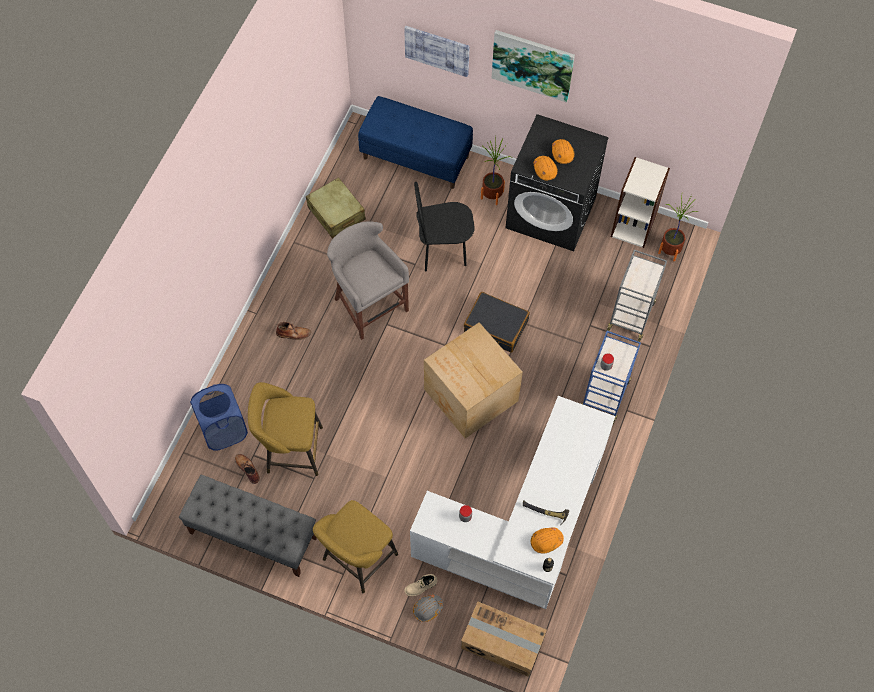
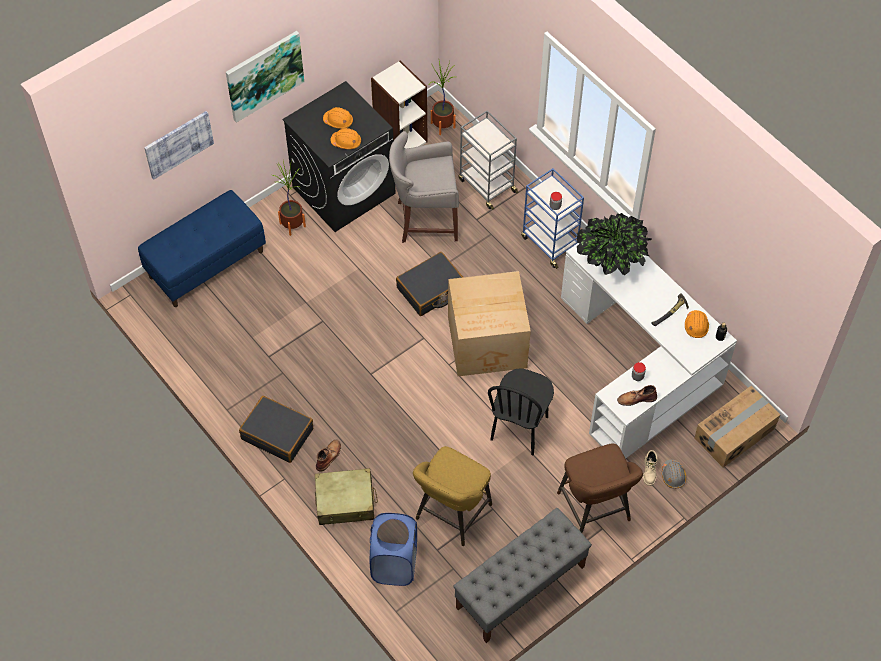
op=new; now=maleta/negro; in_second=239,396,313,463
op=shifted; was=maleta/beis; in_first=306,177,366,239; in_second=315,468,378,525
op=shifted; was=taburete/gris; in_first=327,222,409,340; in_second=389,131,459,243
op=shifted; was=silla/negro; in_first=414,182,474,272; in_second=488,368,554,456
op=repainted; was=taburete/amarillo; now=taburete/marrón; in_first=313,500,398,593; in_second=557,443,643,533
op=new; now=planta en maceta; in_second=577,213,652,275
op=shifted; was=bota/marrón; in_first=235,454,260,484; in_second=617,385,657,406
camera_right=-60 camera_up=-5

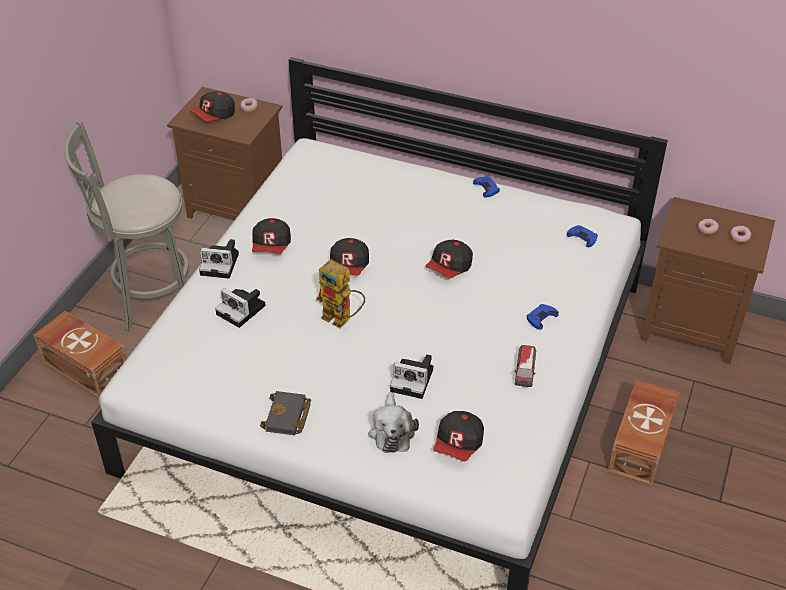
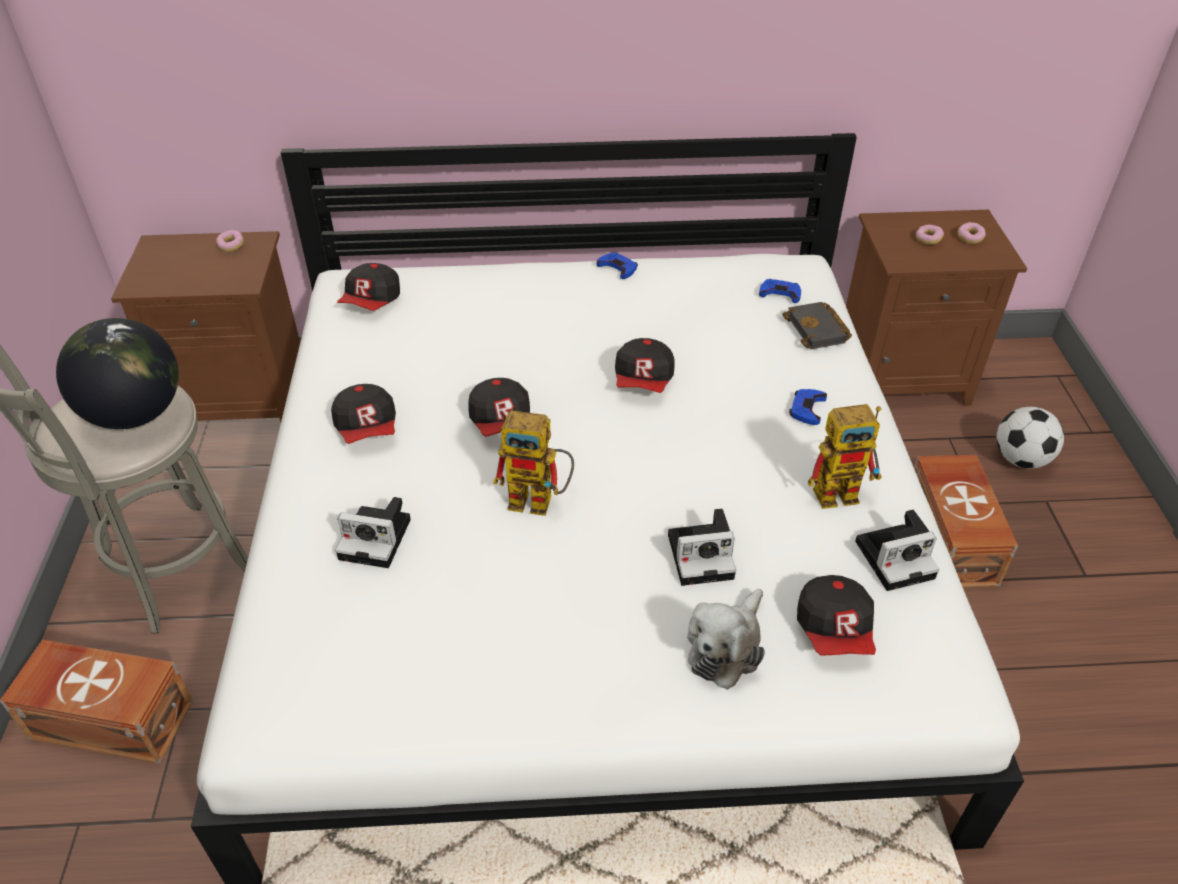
op=new; now=globo terráqueo; in_second=56,318,179,429
op=shifted; was=gorra; in_first=190,91,235,122; in_second=337,263,400,311
op=rotated; was=peluche; in_first=368,392,419,453; in_second=687,589,765,690; clockwise=60
op=shifted; was=libro/negro; in_first=260,391,311,435; in_second=782,302,852,349
op=swapped; was=coche de juguete; now=robot de juguete; in_first=515,345,536,387; in_second=808,404,882,509
op=shifted; was=cámara; in_first=199,239,239,279; in_second=855,510,939,591
op=new; now=balón de fútbol; in_second=997,407,1064,469
camera_right=-25 camera_up=0

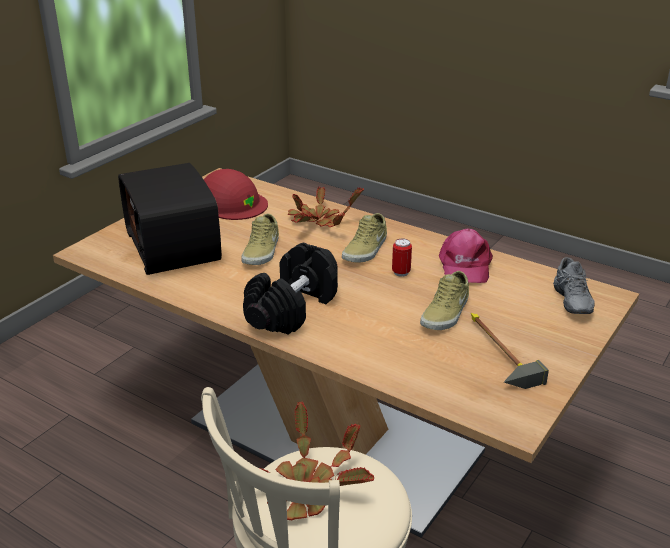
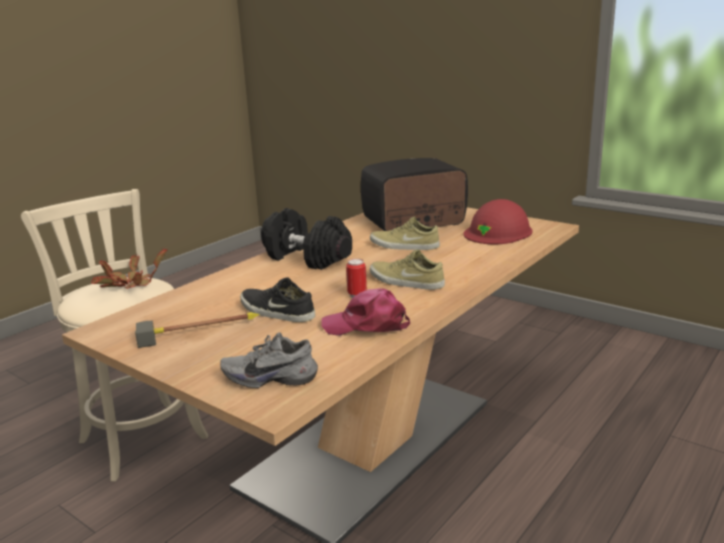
op=repainted; was=zapato/beis; now=zapato/negro; in_first=420,271,469,330; in_second=240,278,315,322
op=gone; was=planta en maceta; in_first=288,186,364,227
camera_right=95 camera_up=-10

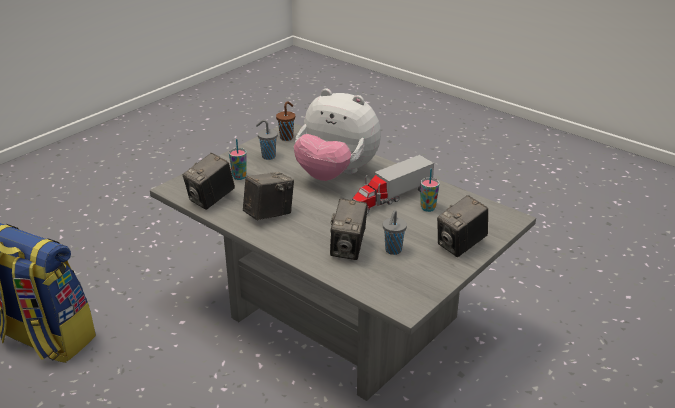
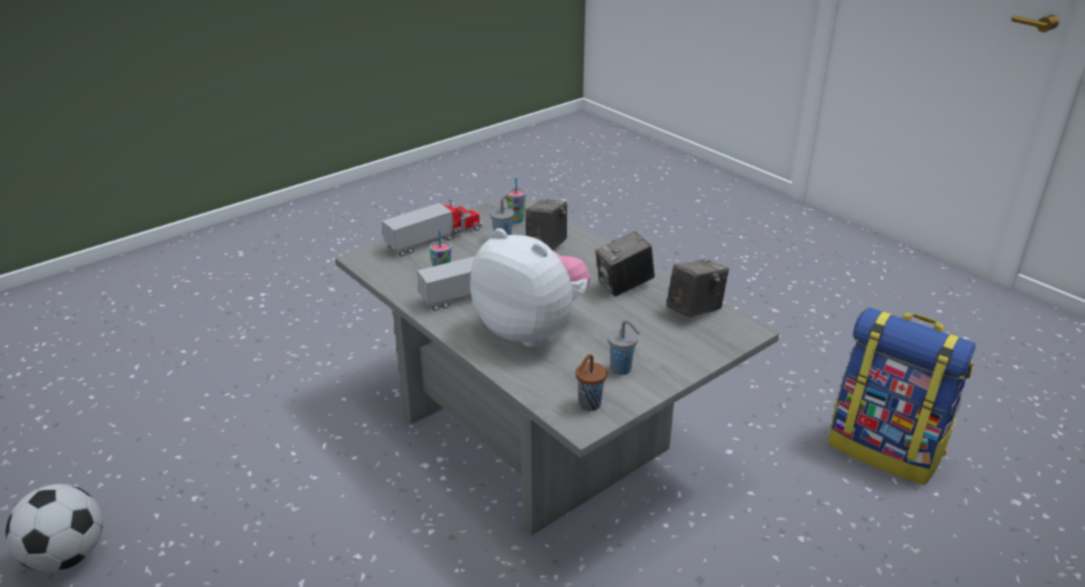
op=new; now=balón de fútbol; in_second=6,484,103,572
op=swapped; was=cámara; now=camión de juguete; in_first=437,195,488,257; in_second=382,199,483,256
op=shifted; was=taza; in_first=229,139,247,180; in_second=507,178,526,223
camera_right=-170 camera_up=0

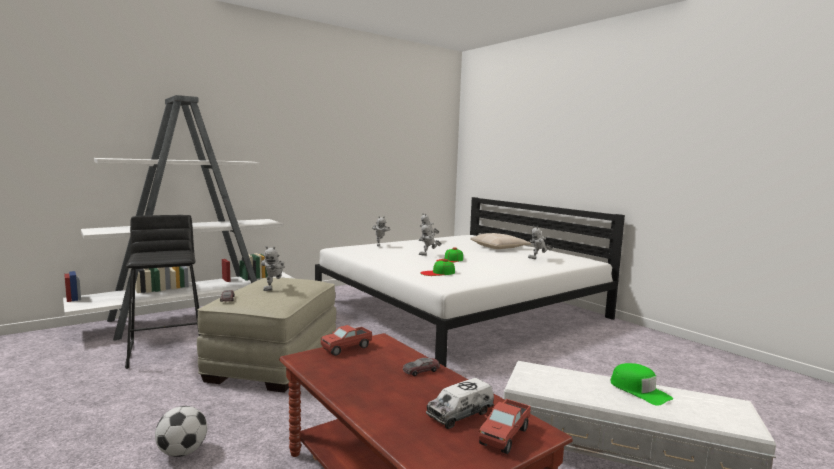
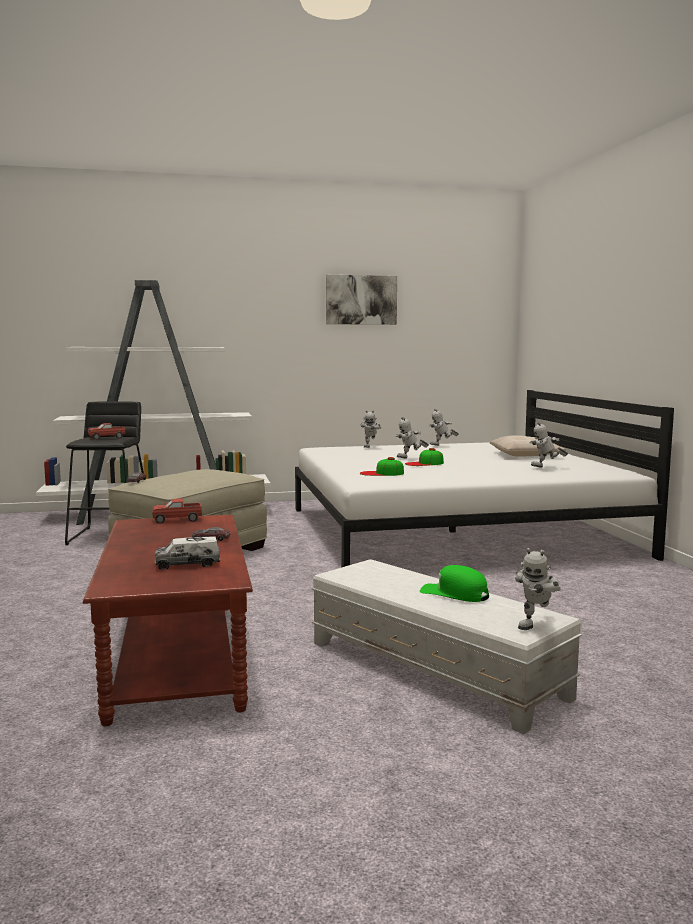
op=shifted; was=camión de juguete; in_first=479,399,531,454; in_second=88,423,126,440
op=new; now=cuadro; in_second=326,275,397,325
op=rotated; was=gorra/verde; in_first=610,363,673,406; in_second=420,565,489,602; clockwise=135
op=shifted; was=robot de juguete; in_first=261,246,285,291; in_second=515,548,560,630
op=gone; was=balón de fútbol; in_first=155,406,207,457
camera_right=25 camera_up=0

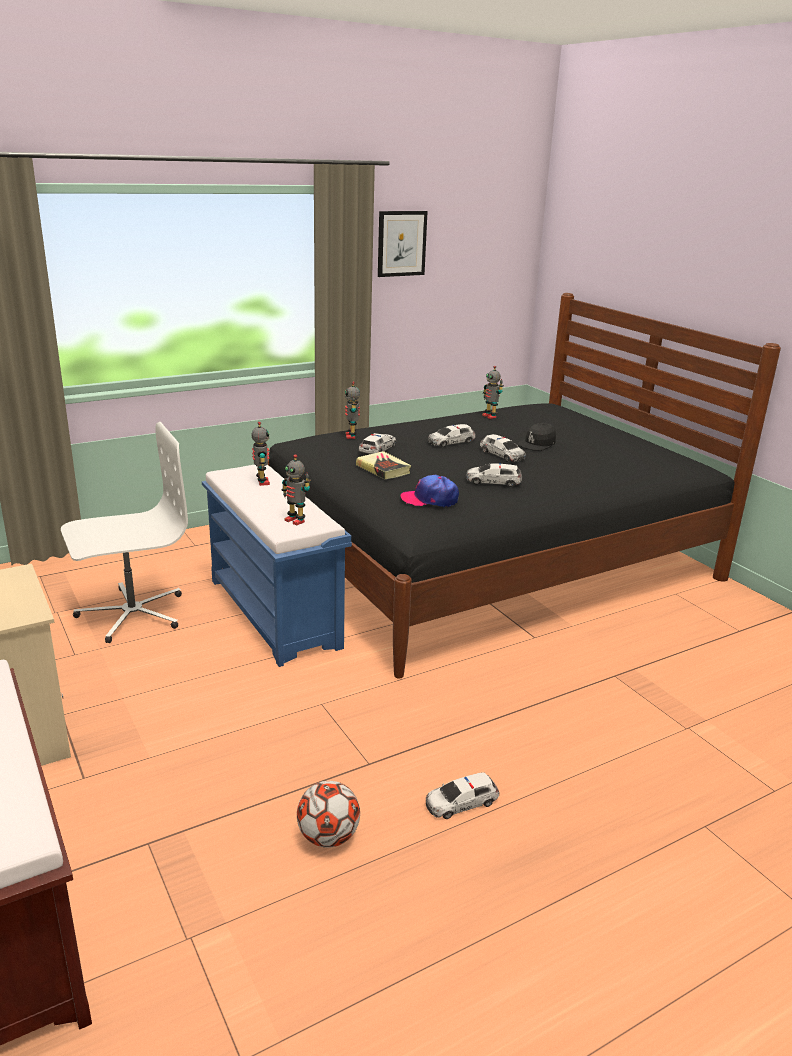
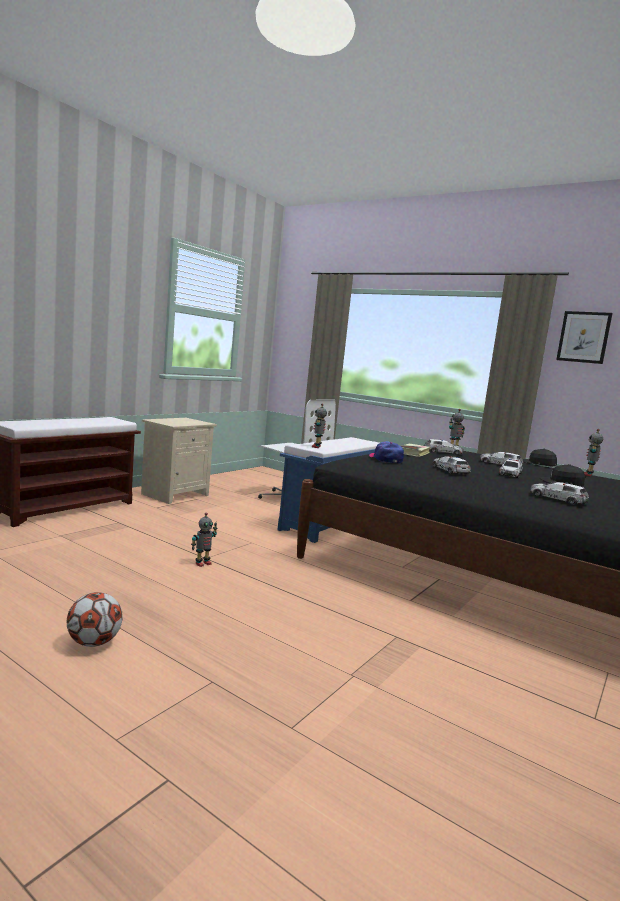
op=shifted; was=balón de fútbol; in_first=297,781,360,848; in_second=67,592,123,647
op=shifted; was=robot de juguete; in_first=252,421,270,486; in_second=191,512,217,567
op=new; now=gorra/negro; in_second=523,448,557,466
op=shifted; was=coche de juguete; in_first=426,772,499,819; in_second=530,482,589,505
camera_right=65 camera_up=-15

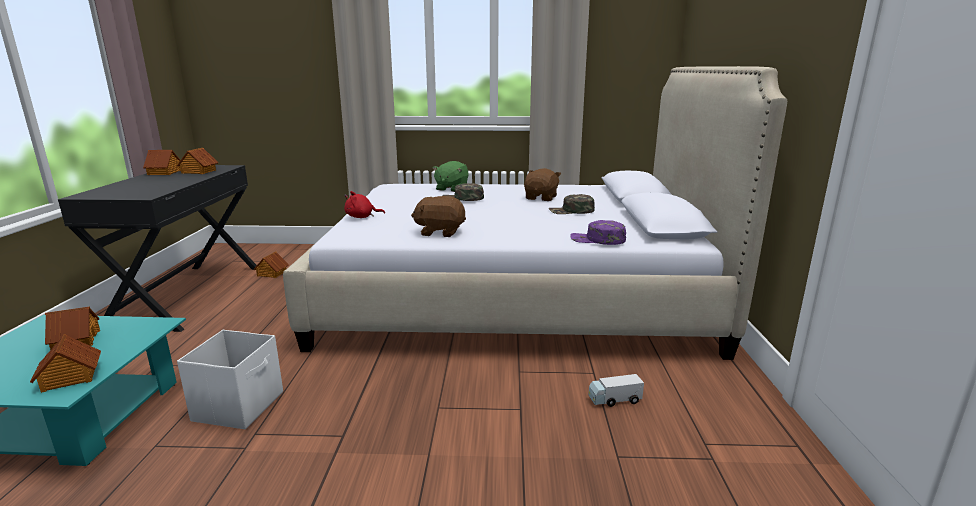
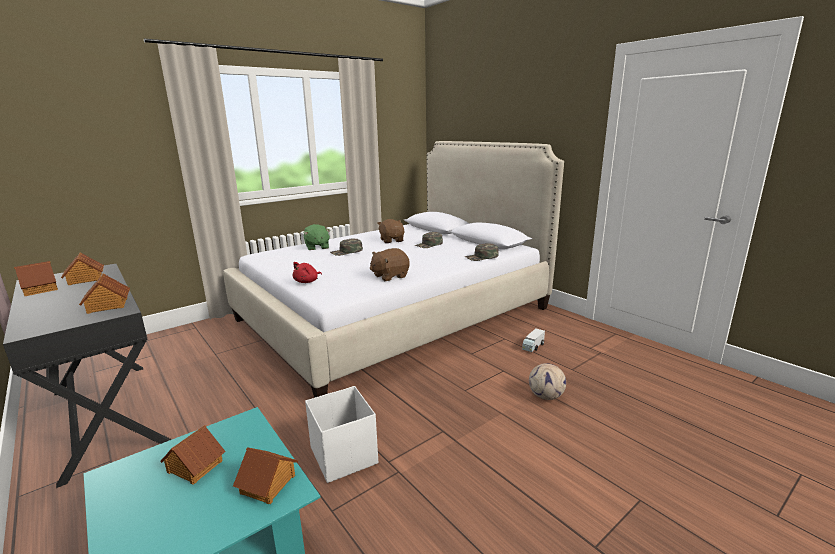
op=shifted; was=casita; in_first=253,252,289,278; in_second=79,273,130,314
op=repainted; was=gorra/morado; now=gorra/verde; in_first=571,220,626,245; in_second=465,243,499,261
op=new; now=balón de fútbol; in_second=529,363,566,400
camera_right=-40 camera_up=0

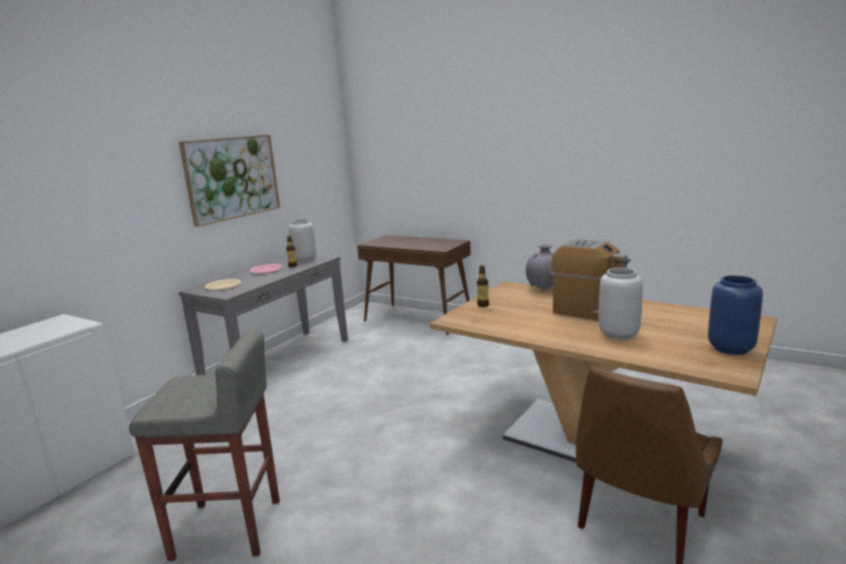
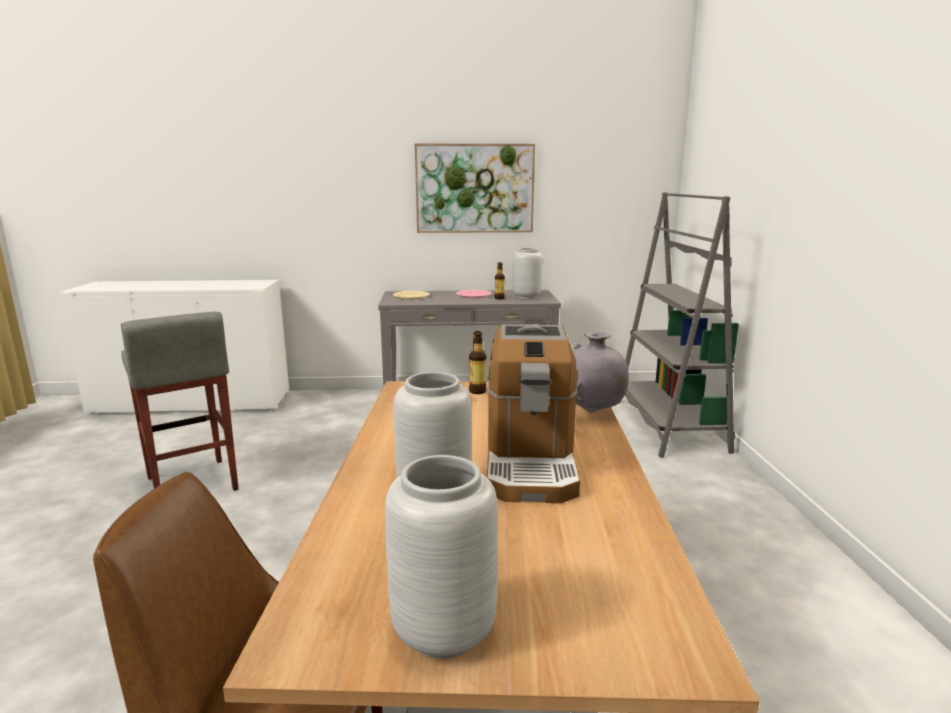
op=repainted; was=florero/azul; now=florero/gris; in_first=708,275,763,355; in_second=385,455,498,658
op=swapped; was=mesa consola/marrón; now=estantería/gris; in_first=357,235,471,335; in_second=620,192,739,457
camera_right=55 camera_up=0

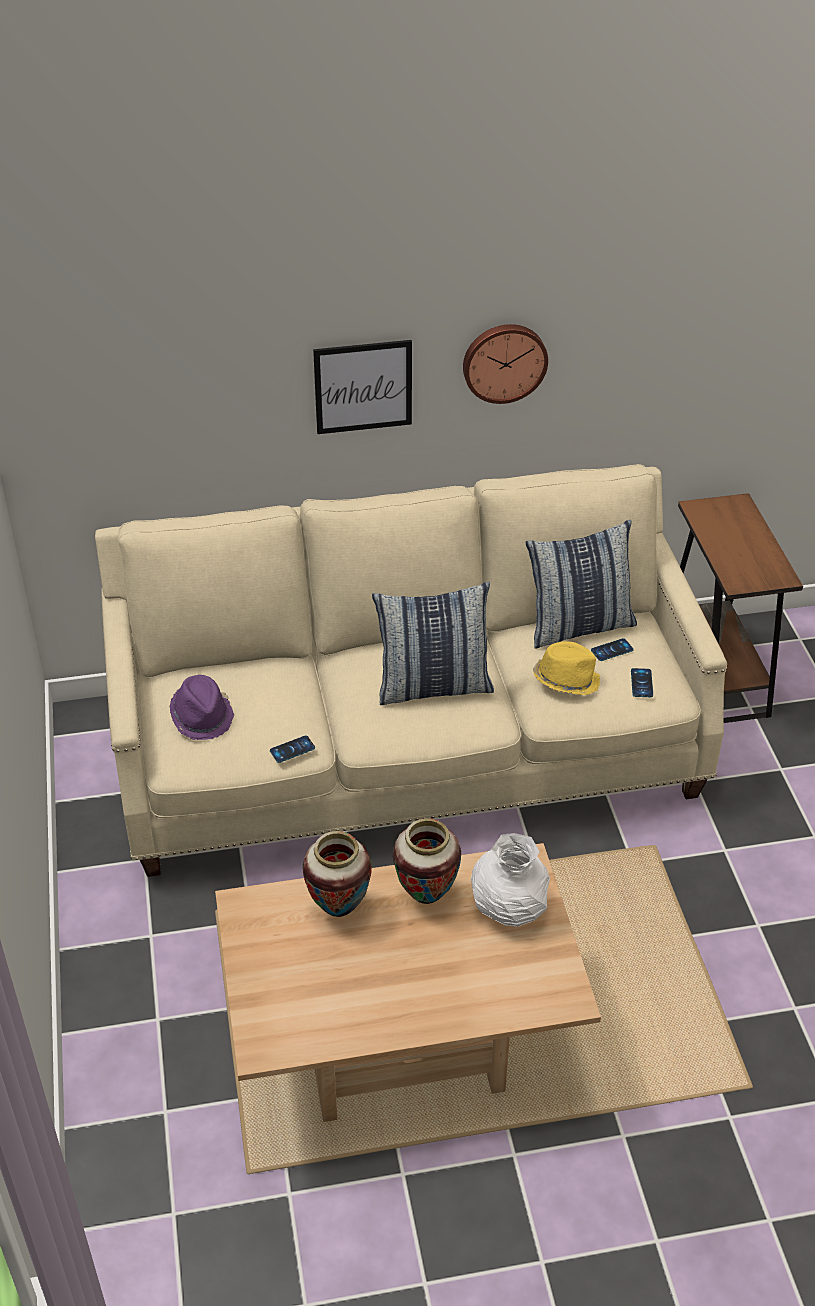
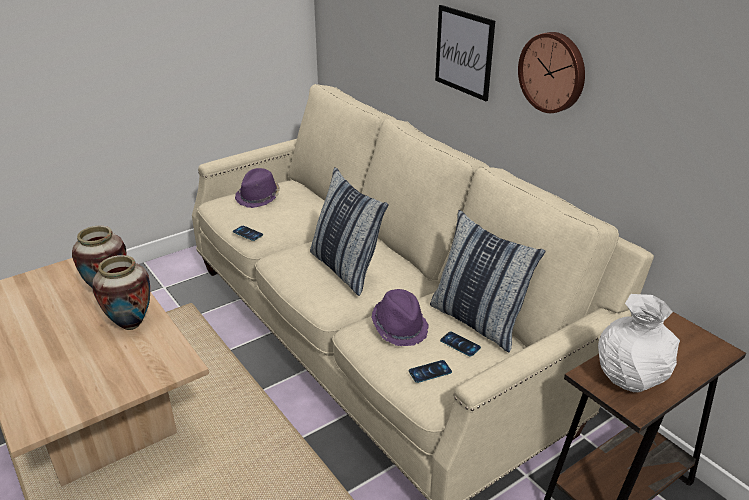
op=repainted; was=sombrero/amarillo; now=sombrero/morado; in_first=533,641,600,695; in_second=372,289,429,346
op=shifted; was=florero/blanco; in_first=471,833,550,927; in_second=598,294,680,392
camera_right=65 camera_up=-10

